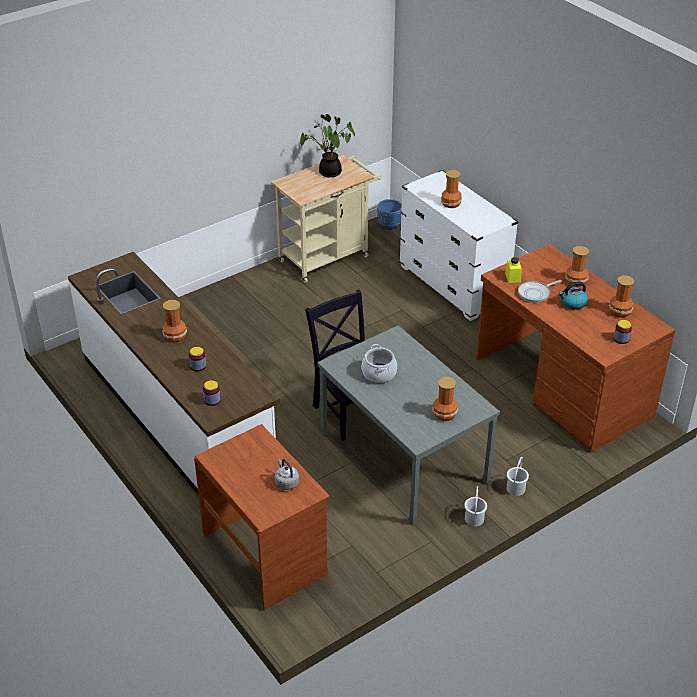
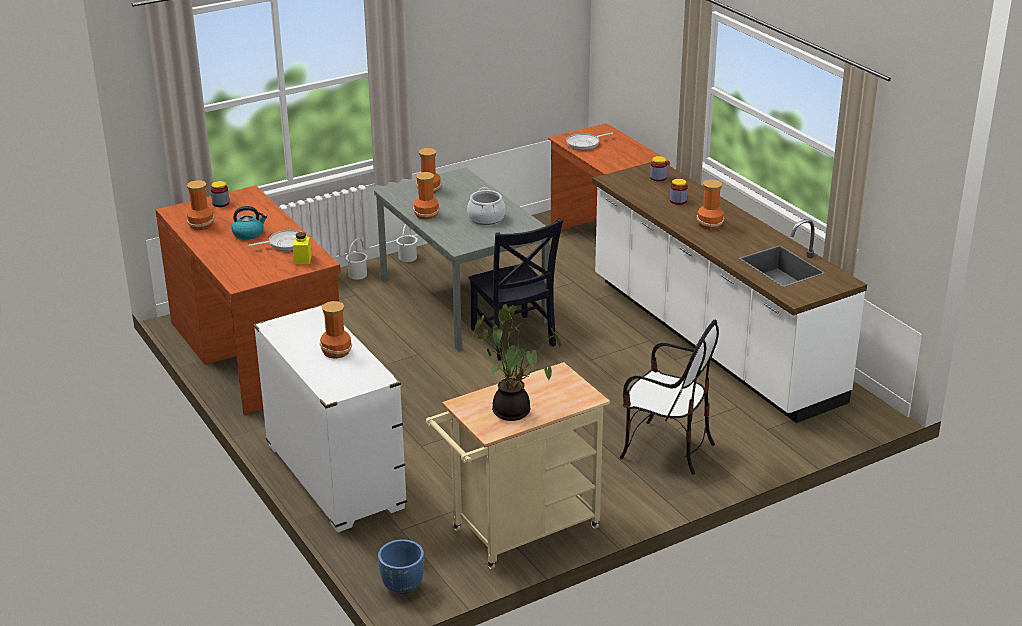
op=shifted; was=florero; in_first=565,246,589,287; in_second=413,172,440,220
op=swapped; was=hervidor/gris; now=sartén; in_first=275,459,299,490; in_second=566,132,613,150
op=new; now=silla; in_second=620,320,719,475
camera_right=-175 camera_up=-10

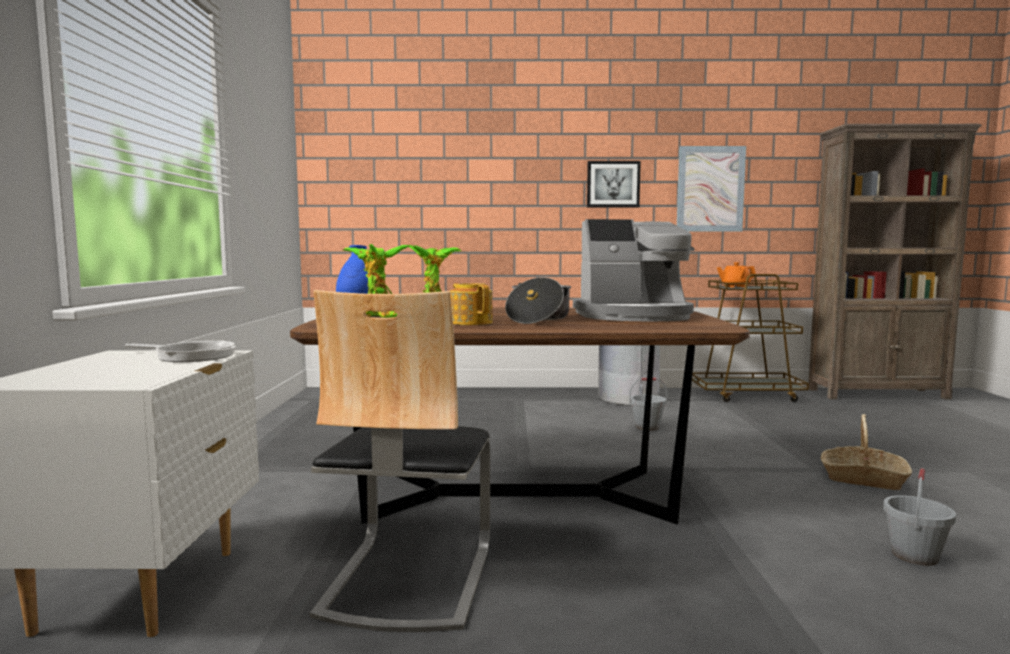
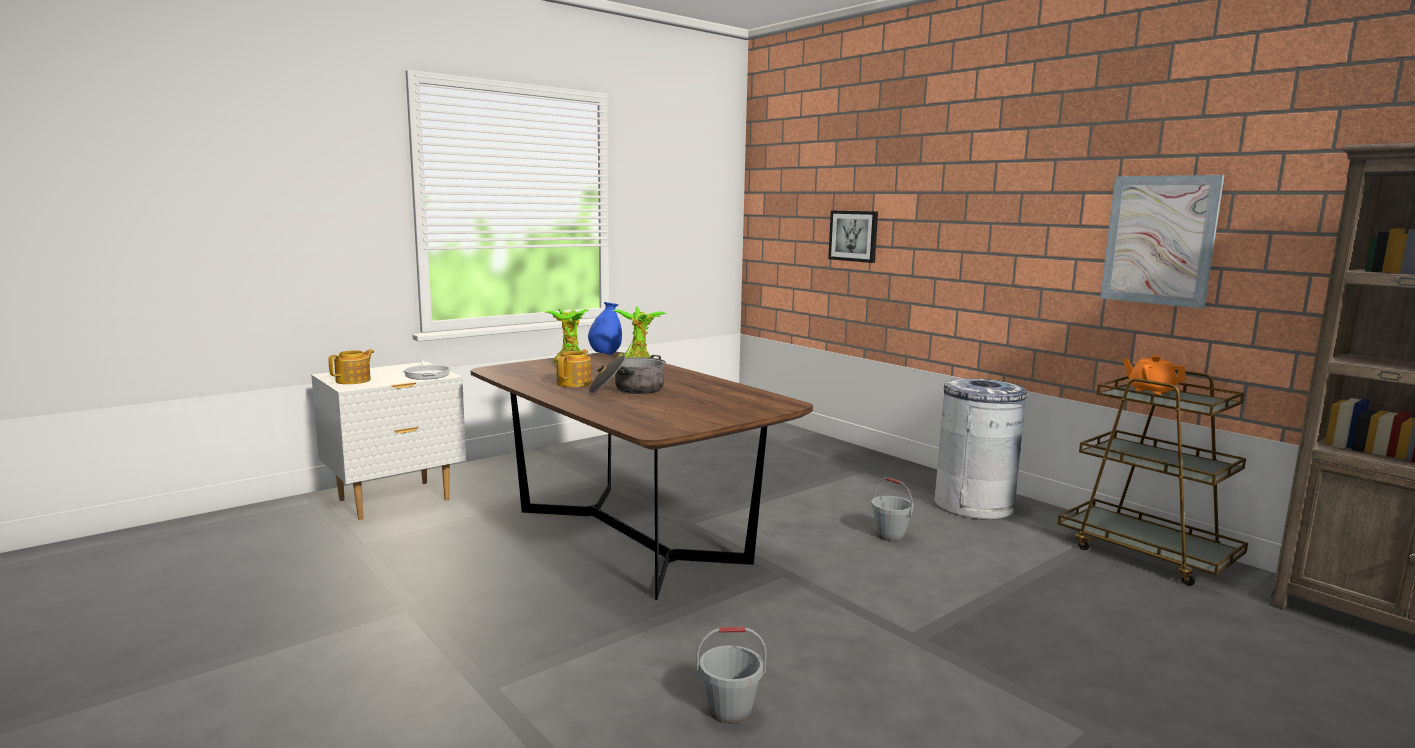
op=new; now=tetera; in_second=328,349,374,384
op=shifted; was=cuadro; in_first=587,161,641,207; in_second=828,210,878,263
op=gone; was=silla; in_first=310,290,490,632
op=gone; was=cafetera; in_first=573,219,694,321
op=gone; was=cesta; in_first=821,414,912,490
camera_right=50 camera_up=5

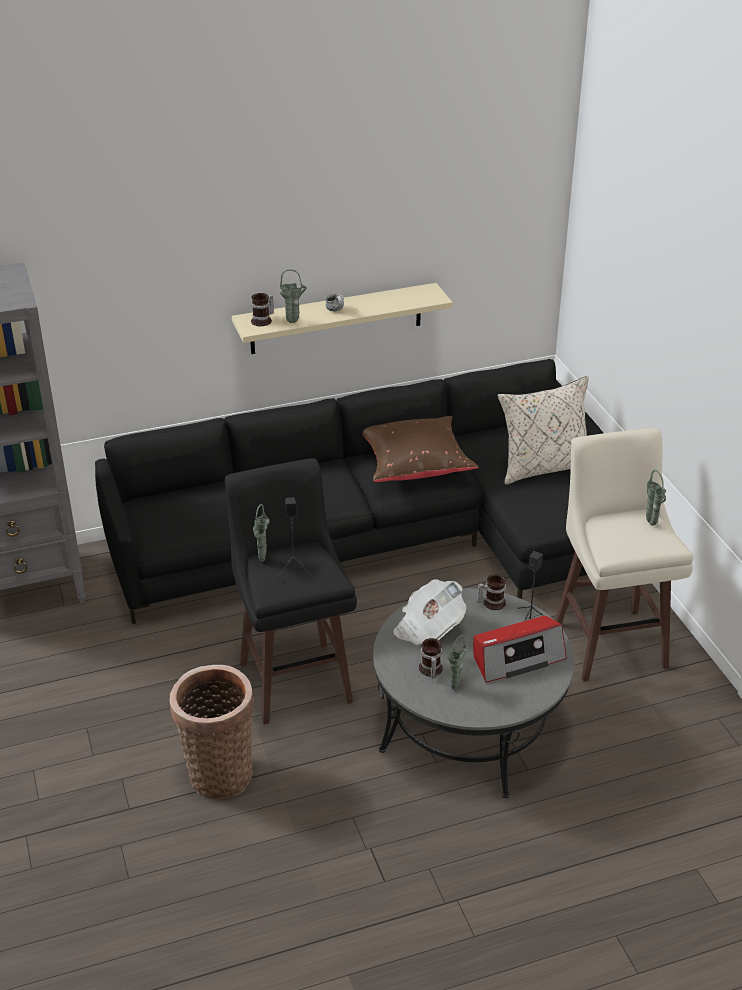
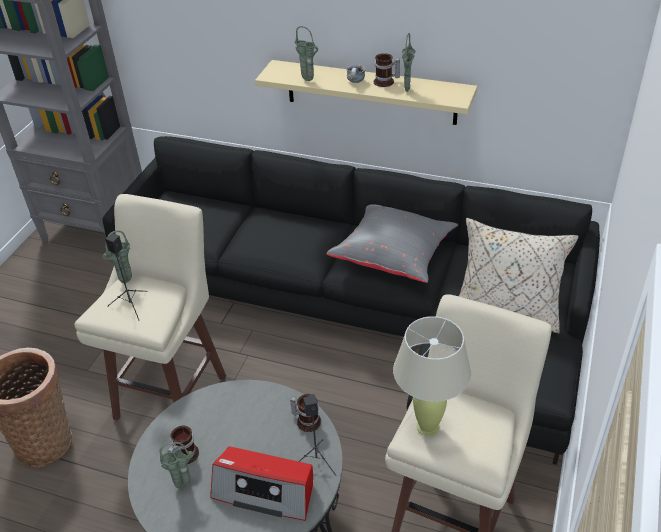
op=repainted; was=taburete/negro; now=taburete/beis; in_first=225,458,357,725; in_second=74,194,226,421
op=repainted; was=cojín/marrón; now=cojín/gris; in_first=362,416,479,482; in_second=326,204,458,283
op=shifted; was=taza grande; in_first=251,293,274,326; in_second=374,53,400,87
op=new; now=lámpara de mesa/beis; in_second=393,316,471,437
op=shifted; was=florero/verde; in_first=646,470,666,526; in_second=402,33,415,92
op=gone; was=periódico; in_first=393,579,466,645
camera_right=40 camera_up=5

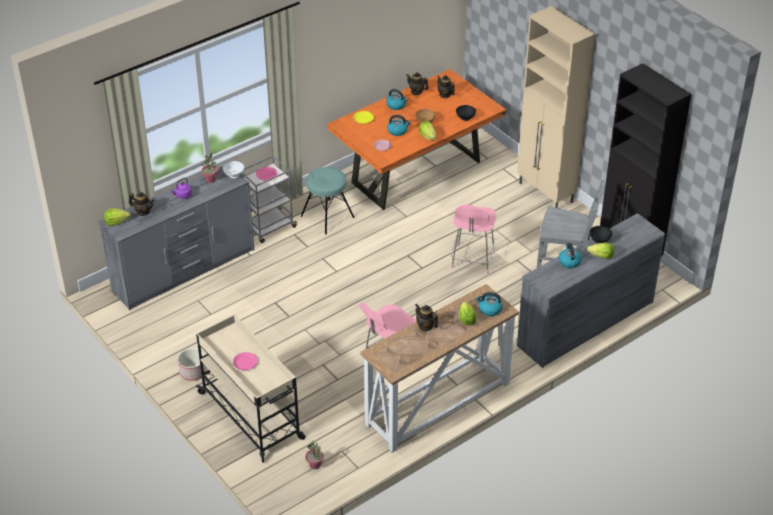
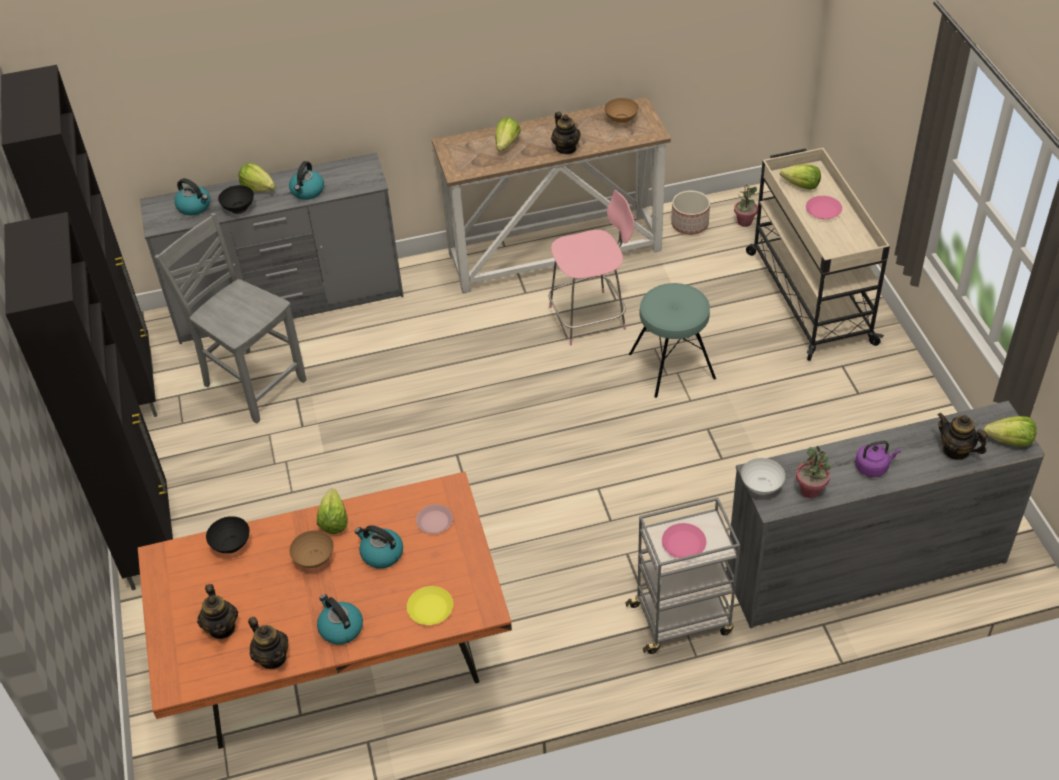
op=repainted; was=armario/beis; now=armario/negro; in_first=517,6,595,208; in_second=4,212,173,590
op=shifted; was=hervidor; in_first=476,292,503,316; in_second=174,178,210,216
op=new; now=cuenco/marrón; in_second=605,98,639,125
op=shifted; was=taburete/turquesa; in_first=301,167,355,235; in_second=629,283,716,398
op=shifted; was=maceta; in_first=178,348,206,381; in_second=671,191,710,235
op=new; now=lechuga; in_second=780,164,821,190
op=gone; was=silla/rosa; in_first=451,205,496,274
camera_right=-155 camera_up=5

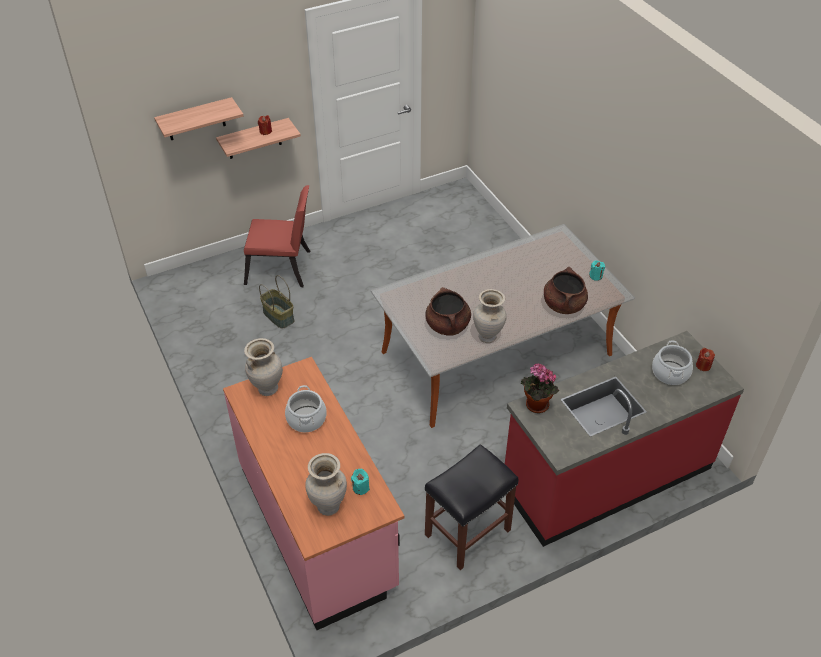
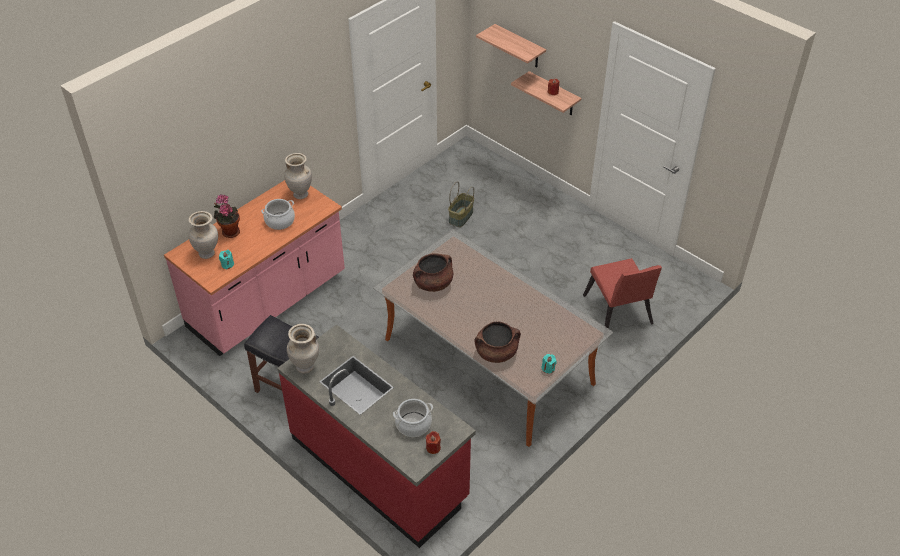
op=shifted; was=planta en maceta; in_first=521,364,559,413; in_second=214,195,240,238
op=shifted; was=florero/beis; in_first=473,289,507,343; in_second=287,324,319,373
op=shifted; was=silla/rojo; in_first=244,185,310,287; in_second=583,258,662,329
camera_right=70 camera_up=0

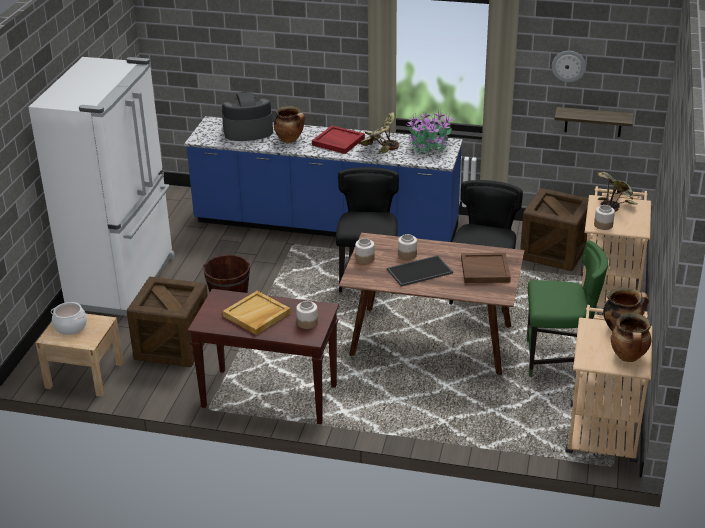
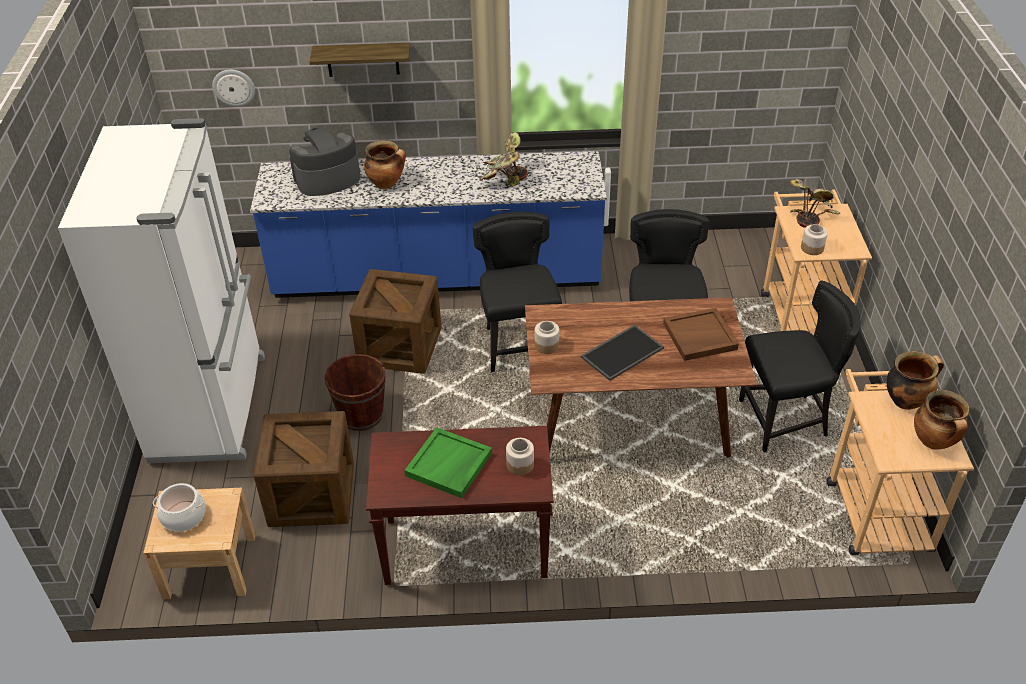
op=shifted; was=reloj de pared; in_first=552,51,586,82; in_second=212,70,255,107
op=shifted; was=estante; in_first=554,107,633,137; in_second=309,43,410,77
op=shifted; was=caja de embalaje; in_first=520,188,589,271; in_second=349,269,441,374
op=repainted; was=bandeja/beis; now=bandeja/verde; in_first=223,291,291,335; in_second=404,427,492,498
op=repainted; was=silla/verde; now=silla/negro; in_first=527,240,608,377; in_second=739,280,861,452
op=gone; was=bandeja/rojo; in_first=312,125,365,154
op=gone; was=tarro; in_first=398,234,417,260
op=gone; was=planta en maceta; in_first=407,109,454,154
camera_right=-15 camera_up=10

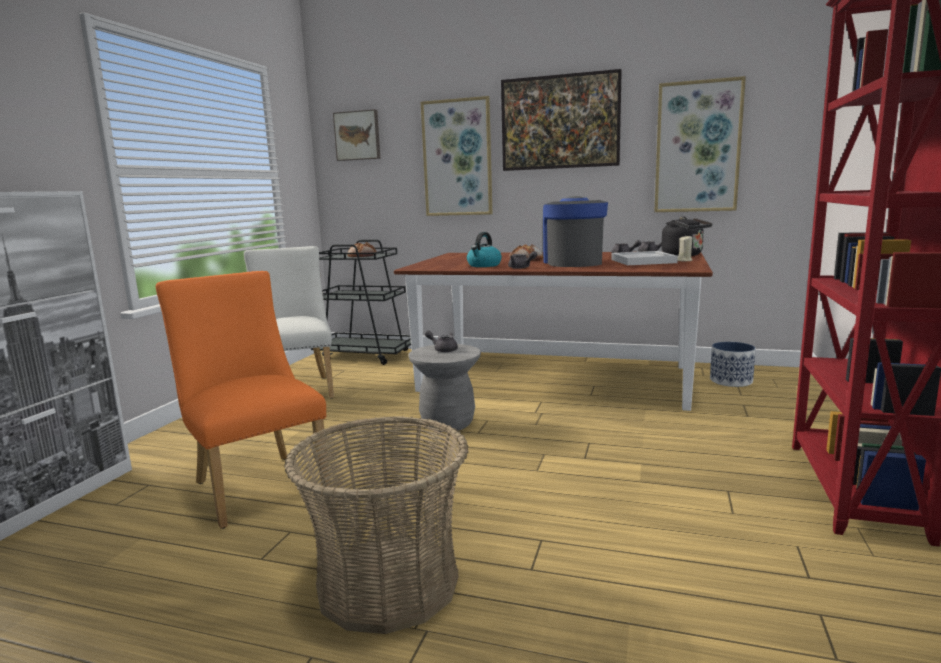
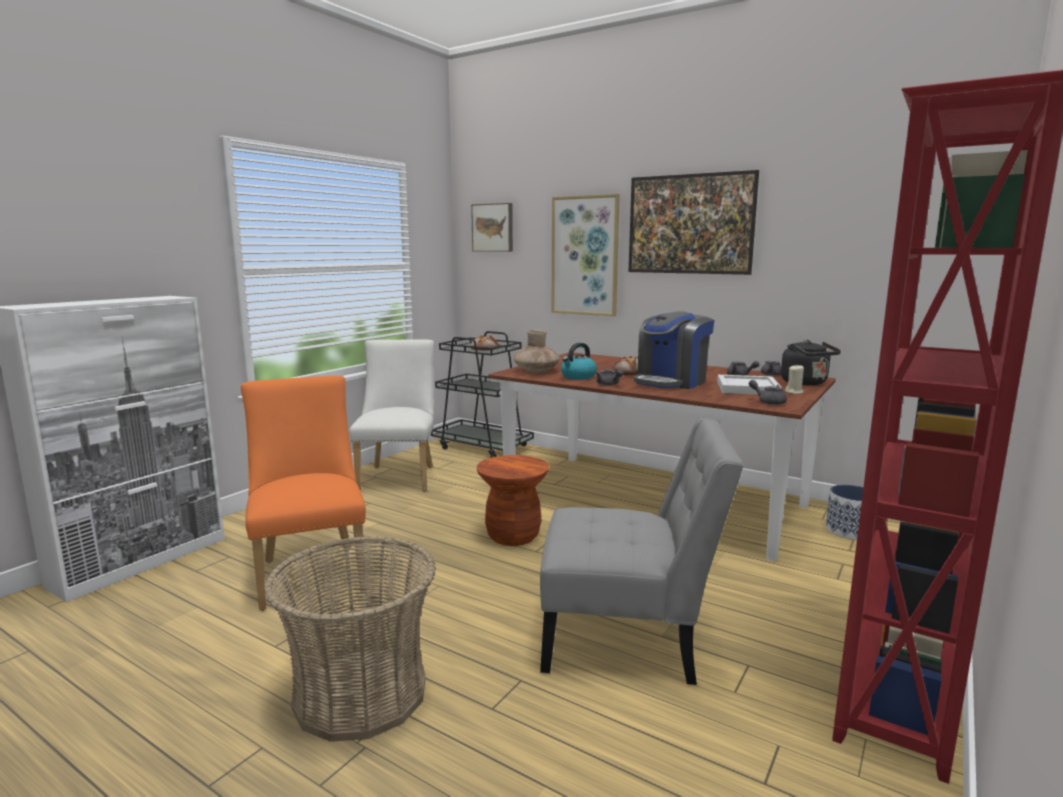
op=repainted; was=taburete/gris; now=taburete/marrón; in_first=408,344,481,432; in_second=477,455,549,546
op=new; now=florero/marrón; in_second=514,330,560,373
op=new; now=silla/gris; in_second=540,418,744,685
op=rotated; was=cafetera; in_first=543,196,608,267; in_second=634,311,715,389; clockwise=-150
op=shifted; was=tetera/gris; in_first=425,330,458,352; in_second=749,380,787,405
op=gone; was=cuadro; in_first=654,76,746,212
camera_right=15 camera_up=0

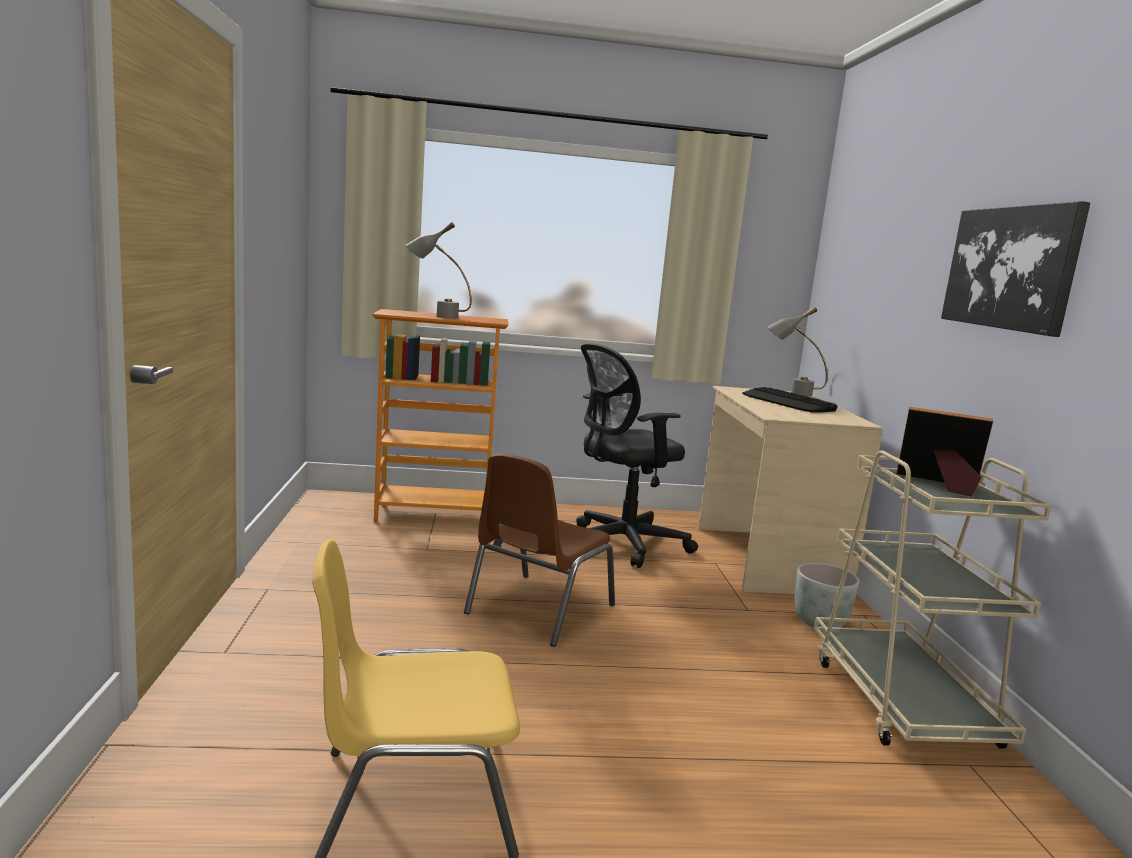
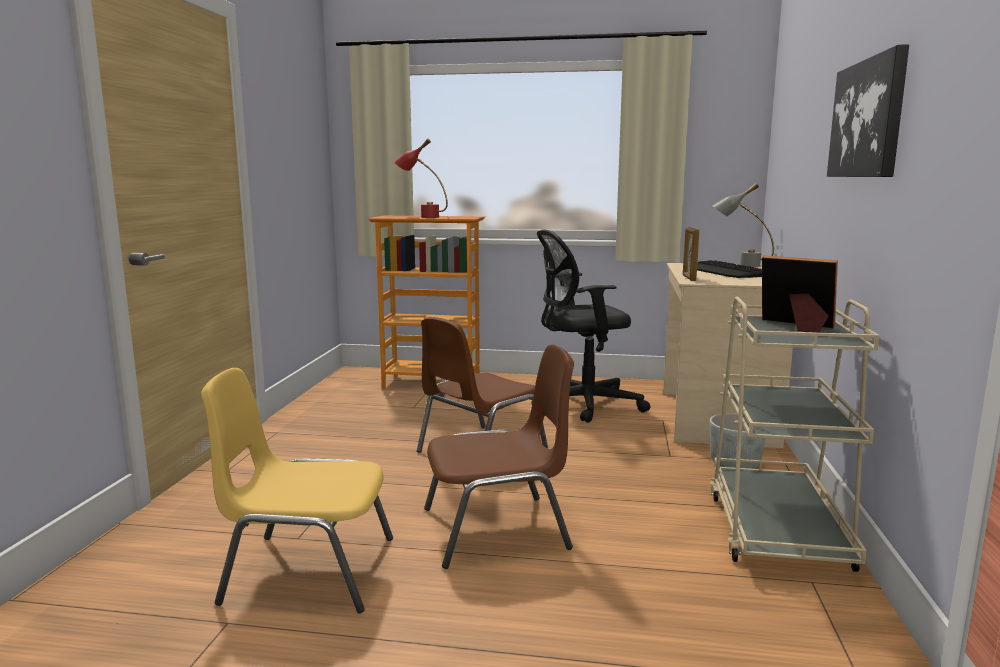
op=repainted; was=lámpara de mesa/gris; now=lámpara de mesa/rojo; in_first=406,222,472,319; in_second=394,138,448,218
op=new; now=silla/marrón; in_second=424,344,574,569
op=new; now=portarretratos; in_second=683,227,699,281
camera_right=15 camera_up=0

